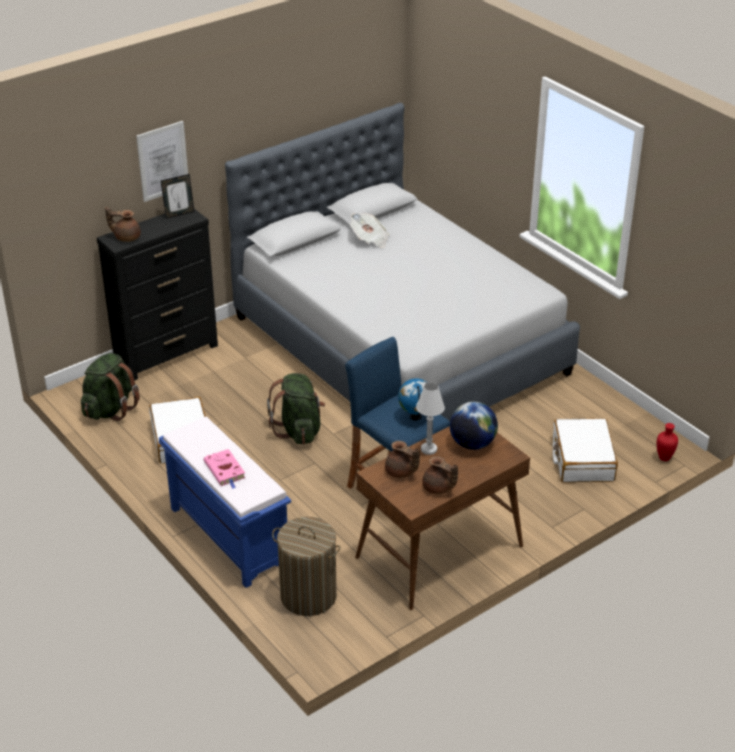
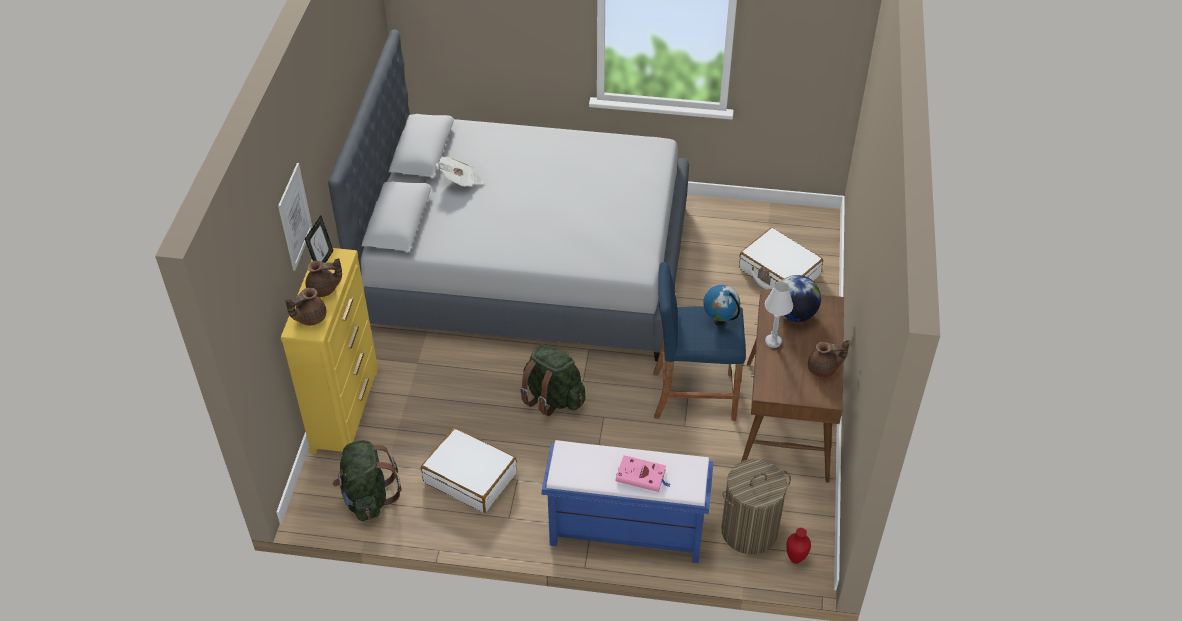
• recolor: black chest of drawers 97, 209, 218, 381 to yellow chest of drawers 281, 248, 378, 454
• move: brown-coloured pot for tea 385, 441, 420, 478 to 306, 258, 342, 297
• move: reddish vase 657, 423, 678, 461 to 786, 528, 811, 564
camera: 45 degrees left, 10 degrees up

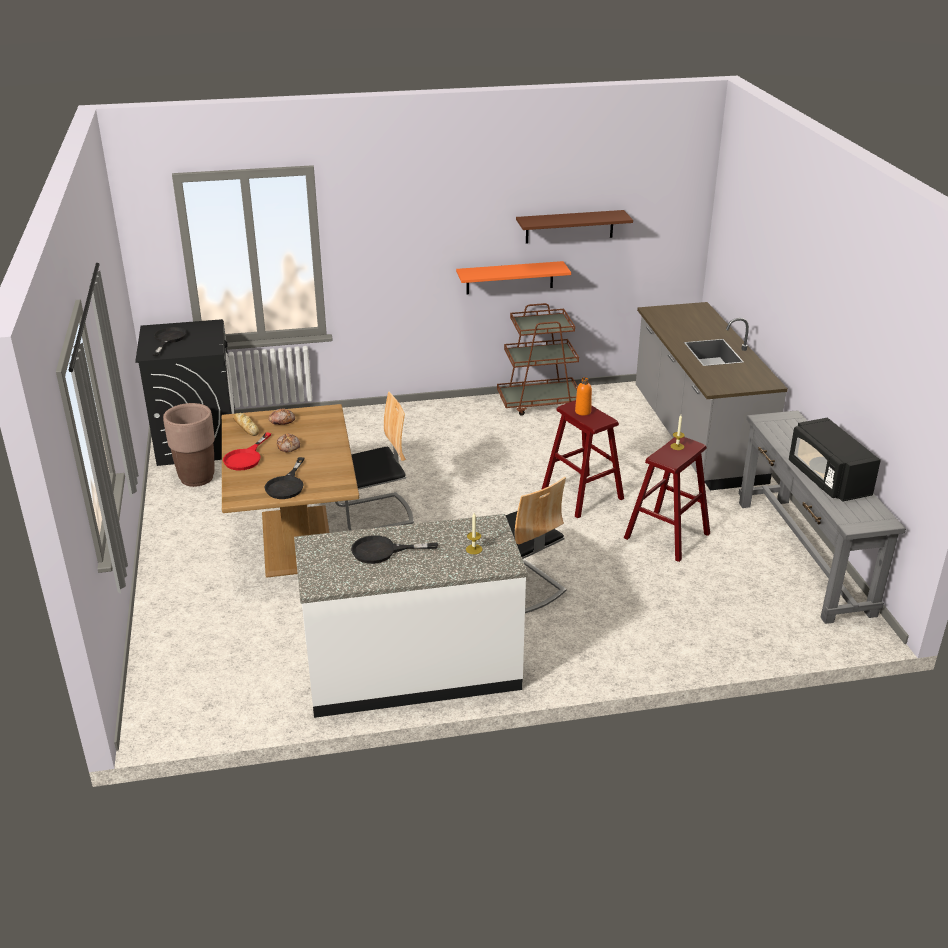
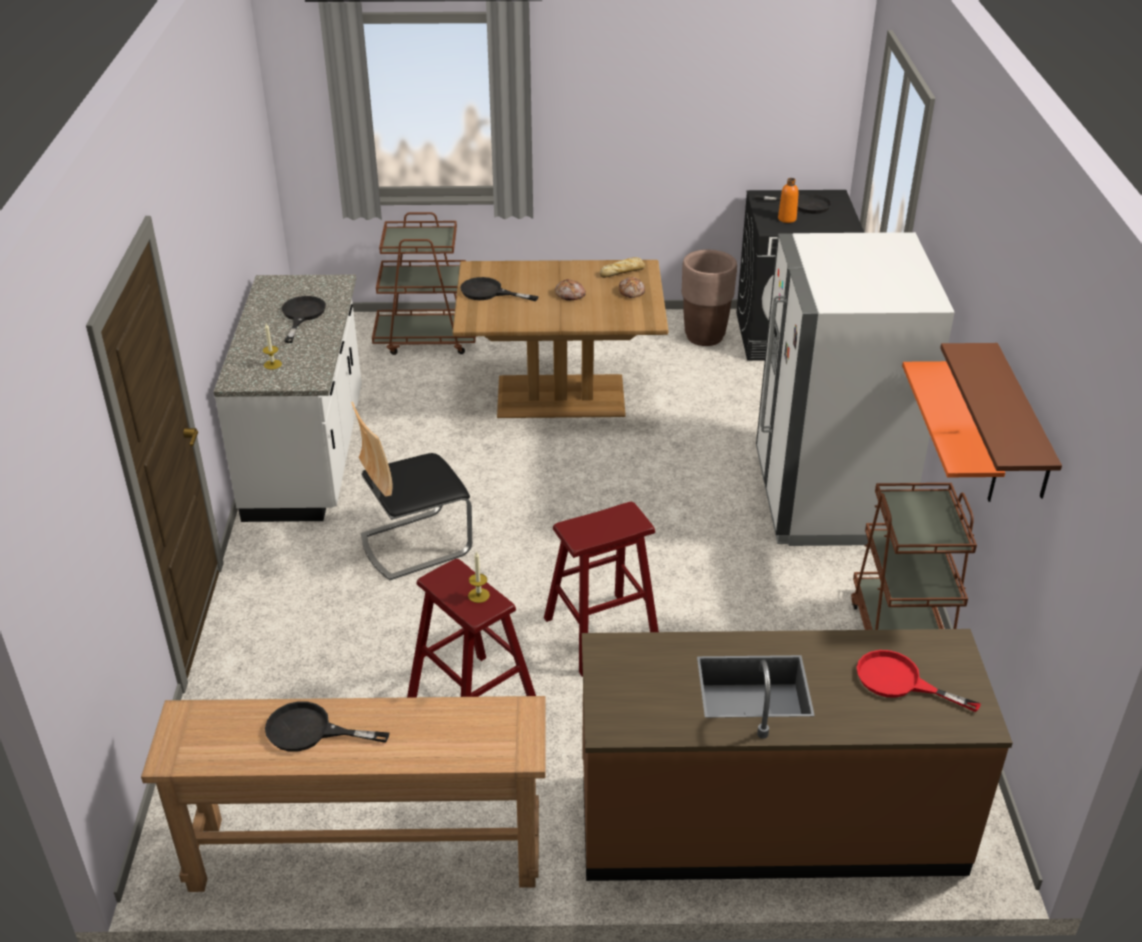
• recolor: greyish narrow table 739, 410, 906, 624 to brown-coloured narrow table 141, 696, 546, 892
• replace: black kitchen microwave 789, 418, 881, 502 to black skillet 265, 701, 389, 752
• insert: brown-coloured wheeled cart 372, 212, 476, 355
• recolor: greyish counter 636, 302, 788, 490 to brown-coloured counter 582, 629, 1013, 881
• insert: white-coloured refrigerator 756, 232, 955, 546
• move: orange beverage bottle 575, 377, 592, 416 to 778, 178, 799, 223
• move: reddish skillet 223, 432, 271, 471 to 857, 650, 981, 712
• delete: chair 335, 392, 414, 531
camera: 100 degrees right, 5 degrees up

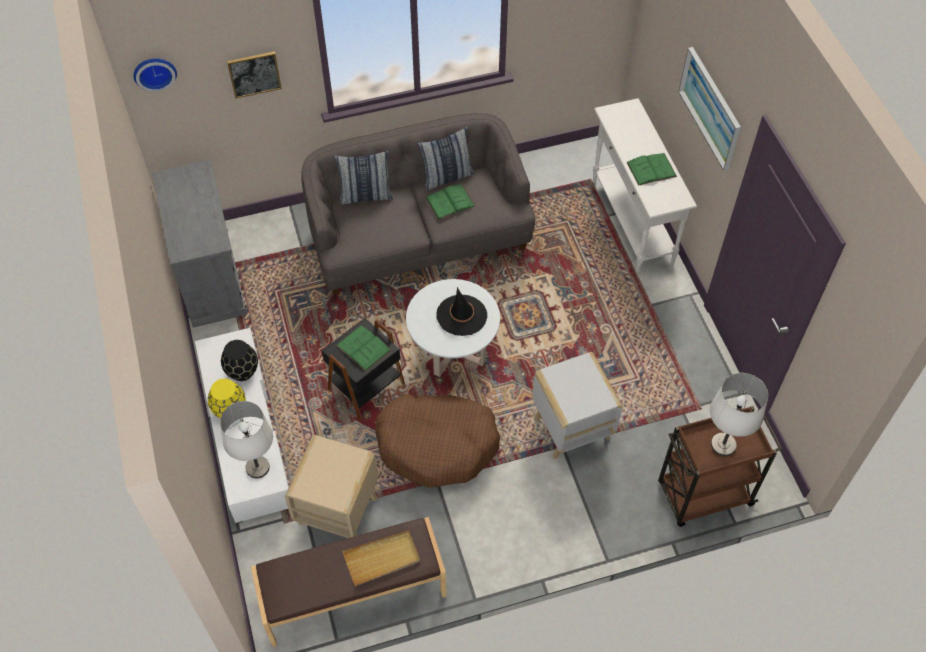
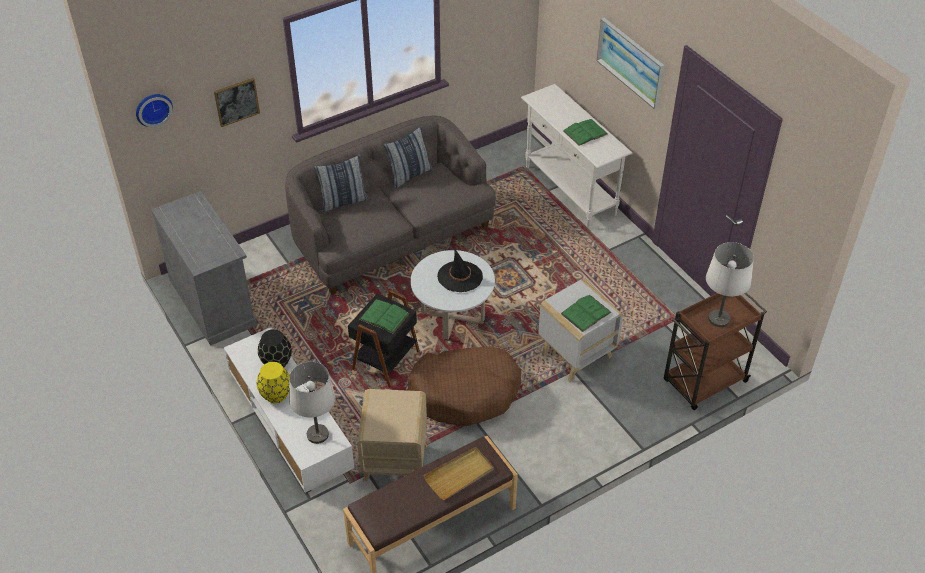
• move: green volume 426, 185, 475, 220 to 561, 295, 612, 332
camera: 15 degrees left, 10 degrees down

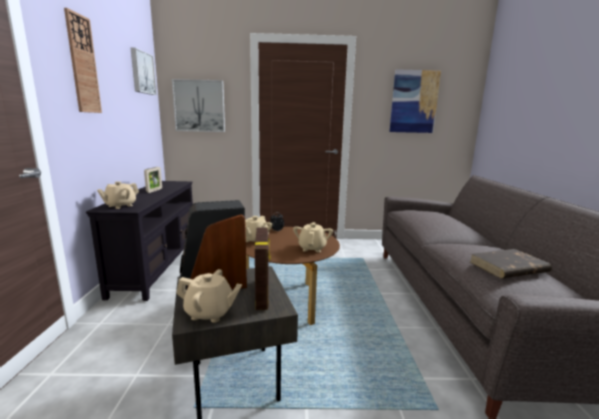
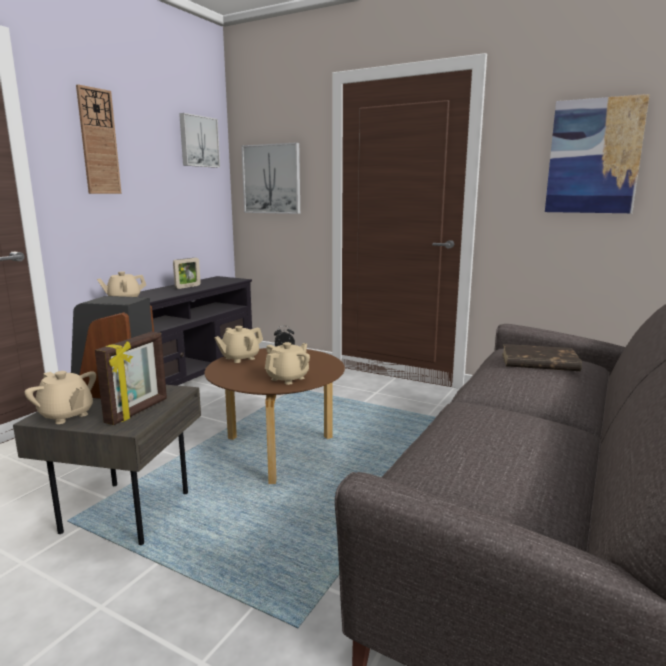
• move: brown-coloured volume 470, 249, 552, 279 to 502, 344, 582, 371
camera: 30 degrees right, 0 degrees up

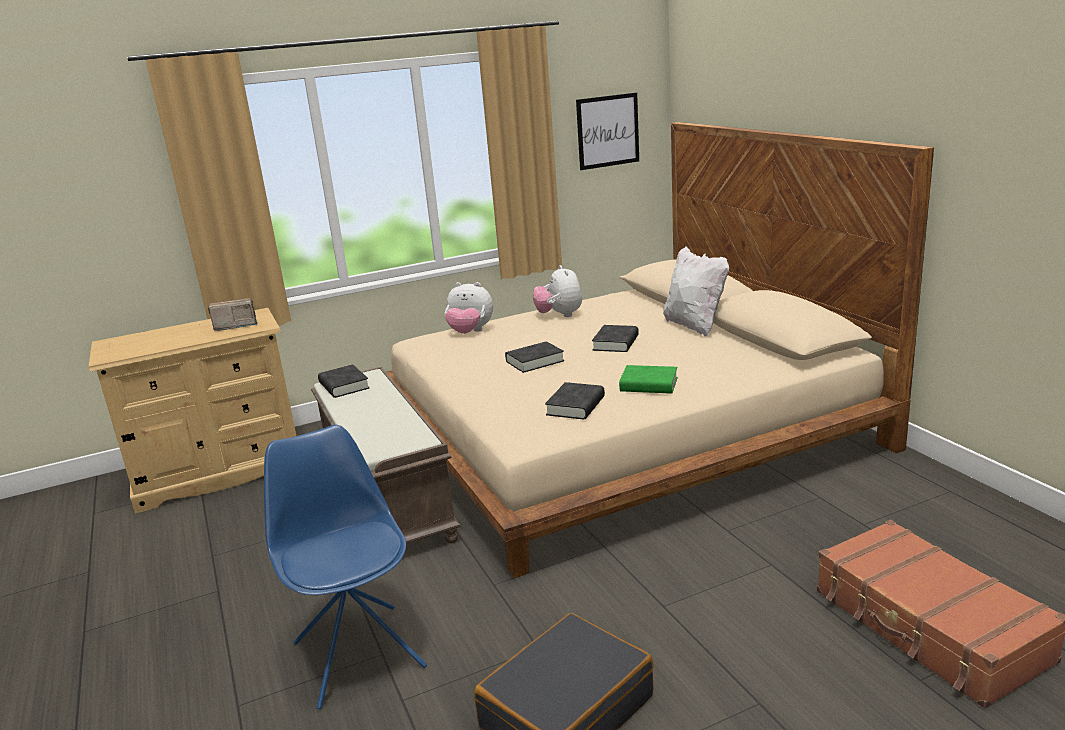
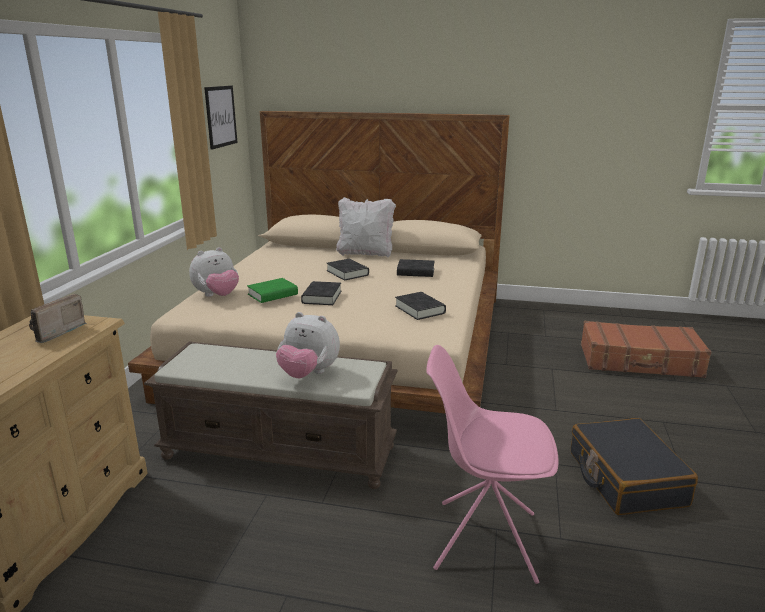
• move: green volume 619, 365, 678, 394 to 247, 278, 298, 303
• move: cuddly toy 533, 265, 582, 317 to 276, 312, 340, 378
• move: black volume 318, 364, 369, 398 to 397, 259, 435, 277
• recolor: bluish chair 264, 425, 427, 709 to pink chair 426, 345, 559, 584
camera: 55 degrees left, 0 degrees up

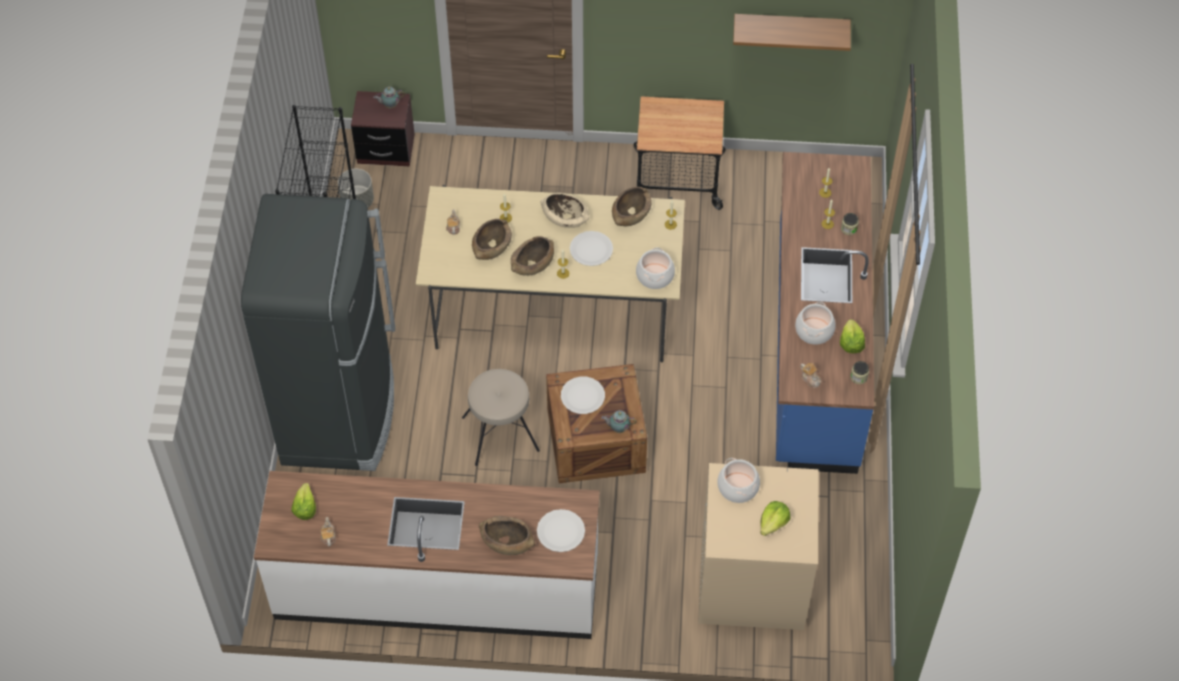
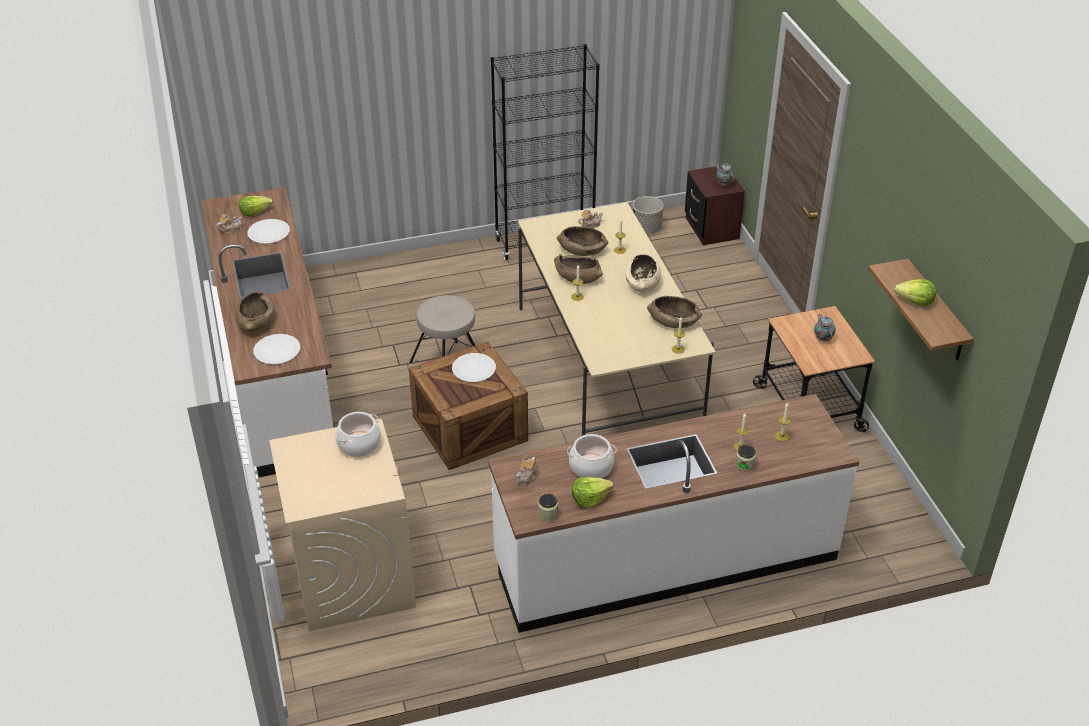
• move: white-coloured dinner plate 570, 231, 613, 266 to 247, 219, 290, 244
• recolor: bluish counter 776, 152, 874, 474 to white-coloured counter 488, 394, 860, 633
• move: pot for tea 601, 410, 637, 433 to 814, 314, 836, 341
• move: lettuce head 760, 501, 791, 536 to 894, 279, 936, 306
• delete: black refrigerator 241, 194, 395, 471
• delete: saucepot 636, 248, 675, 289
camera: 70 degrees right, 15 degrees down

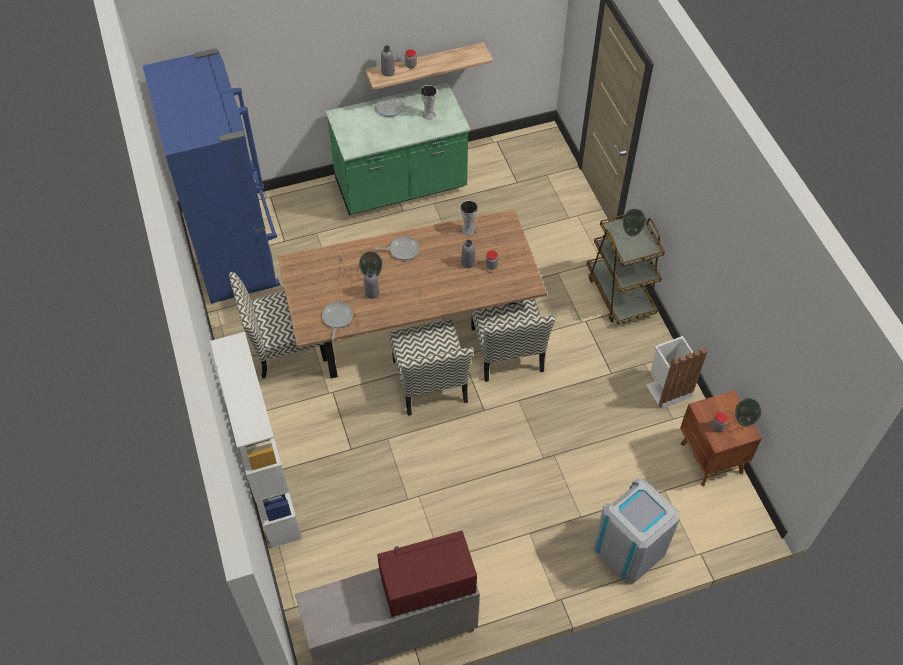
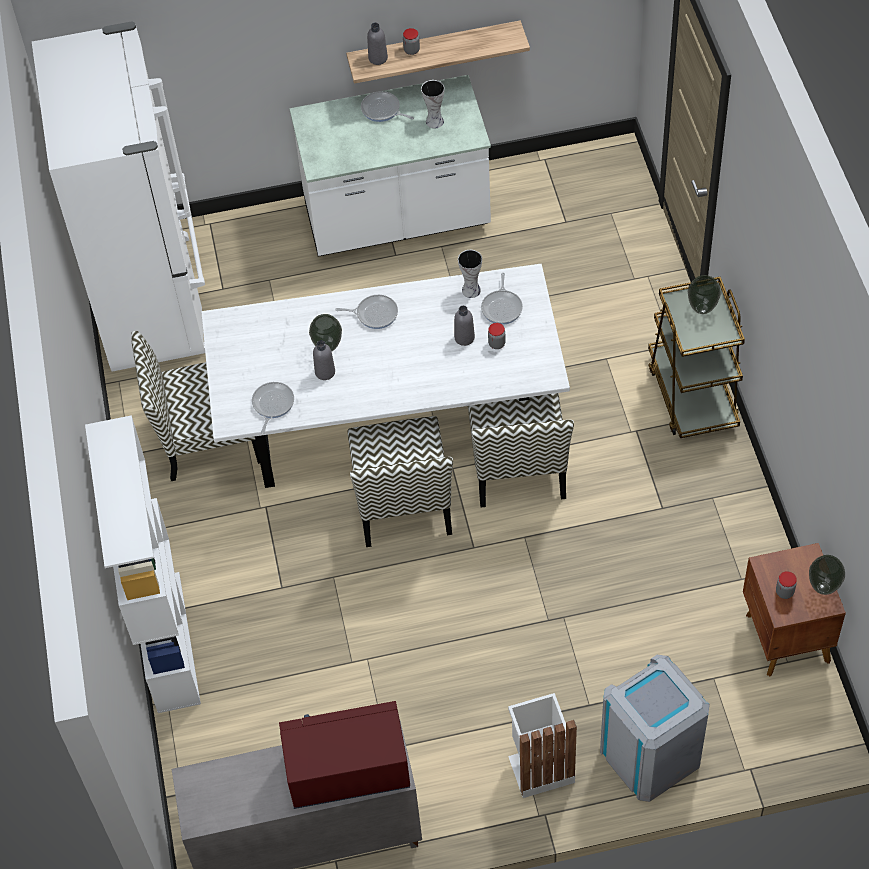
• recolor: bluish refrigerator 143, 48, 281, 304 to white-coloured refrigerator 32, 21, 205, 372
• recolor: brown-coloured dinner table 278, 209, 547, 378 to white-coloured dinner table 201, 264, 570, 488
• recolor: green counter 326, 83, 470, 215 to white-coloured counter 289, 75, 491, 257
• insert: skillet 481, 273, 523, 325
• move: white-coloured rubbish bin 646, 336, 707, 409 to 508, 693, 577, 798
camera: 10 degrees right, 0 degrees up

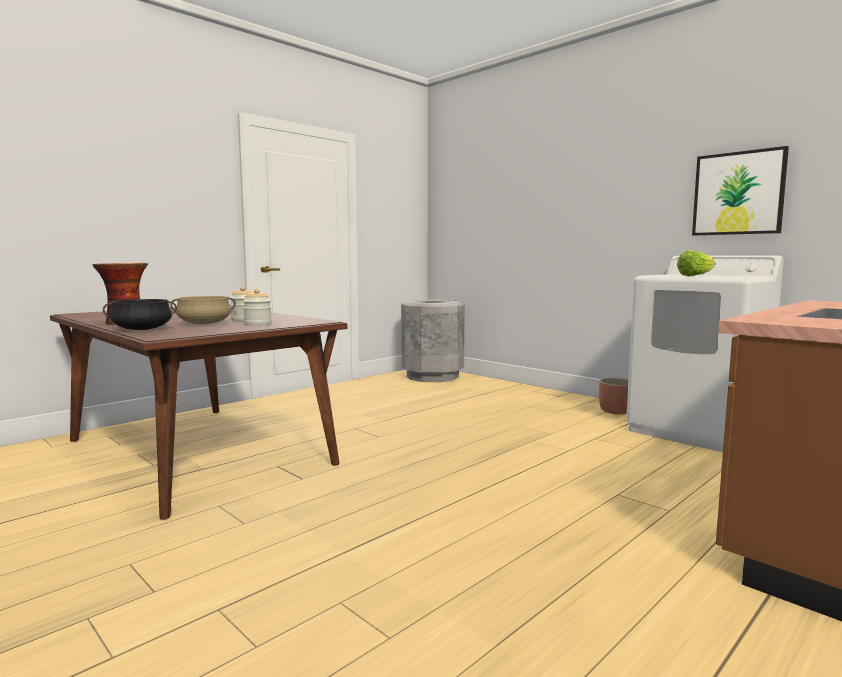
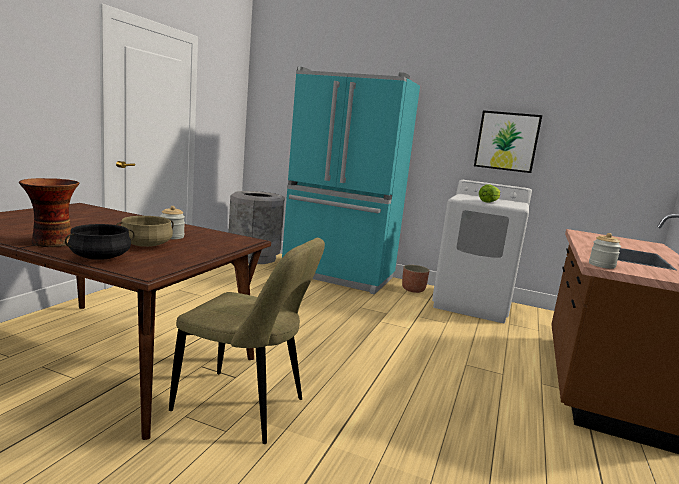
• insert: sand-coloured chair 169, 238, 325, 444
• insert: turquoise-coloured refrigerator 282, 66, 420, 295
• move: storage jar 243, 289, 272, 326 to 589, 233, 621, 269
camera: 25 degrees left, 5 degrees up

